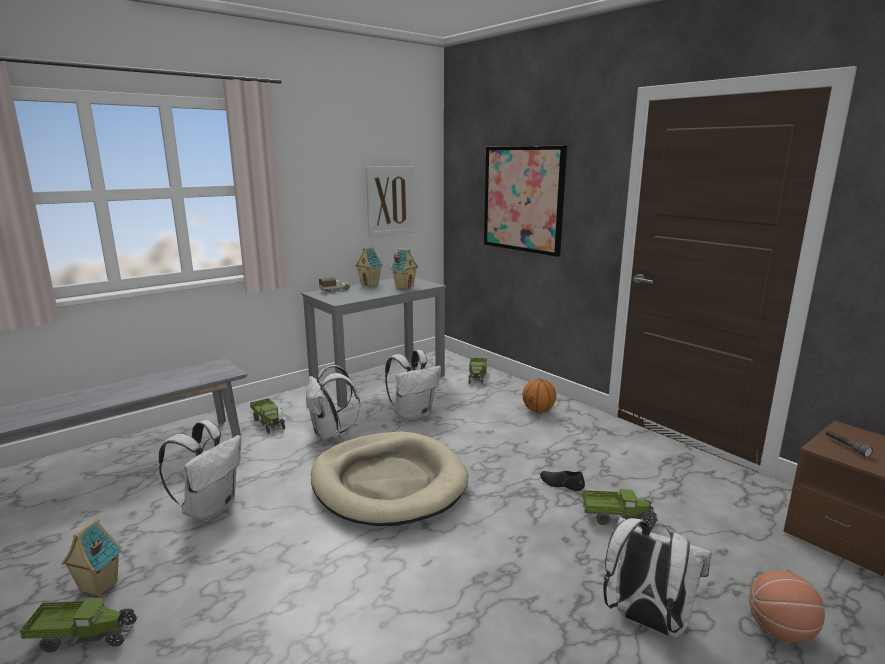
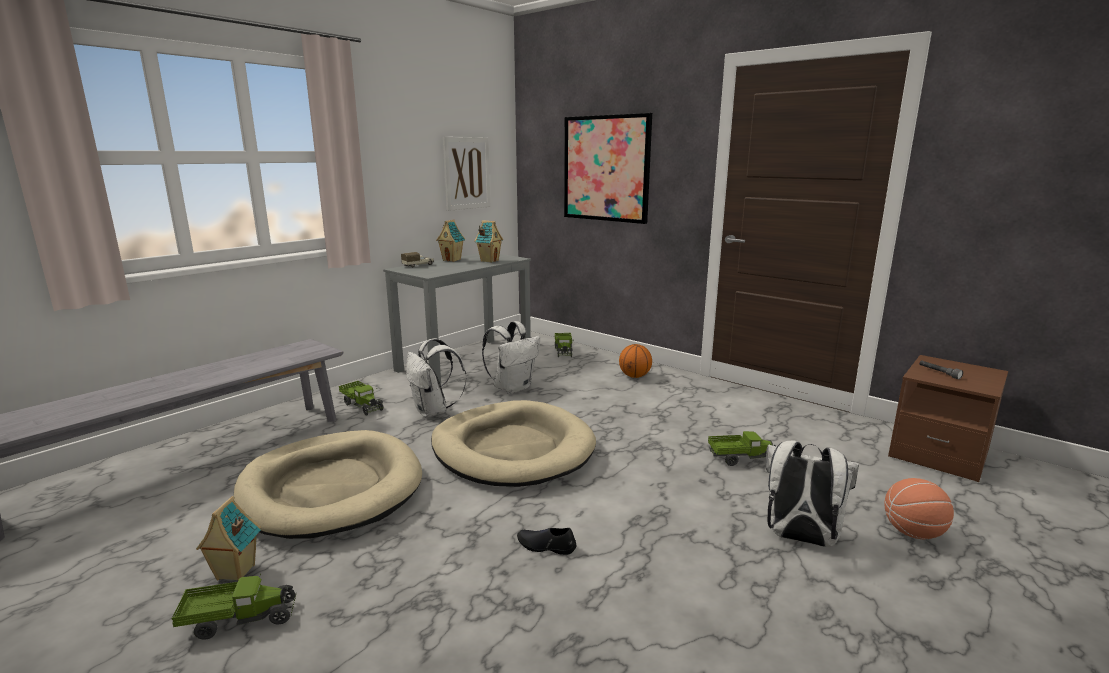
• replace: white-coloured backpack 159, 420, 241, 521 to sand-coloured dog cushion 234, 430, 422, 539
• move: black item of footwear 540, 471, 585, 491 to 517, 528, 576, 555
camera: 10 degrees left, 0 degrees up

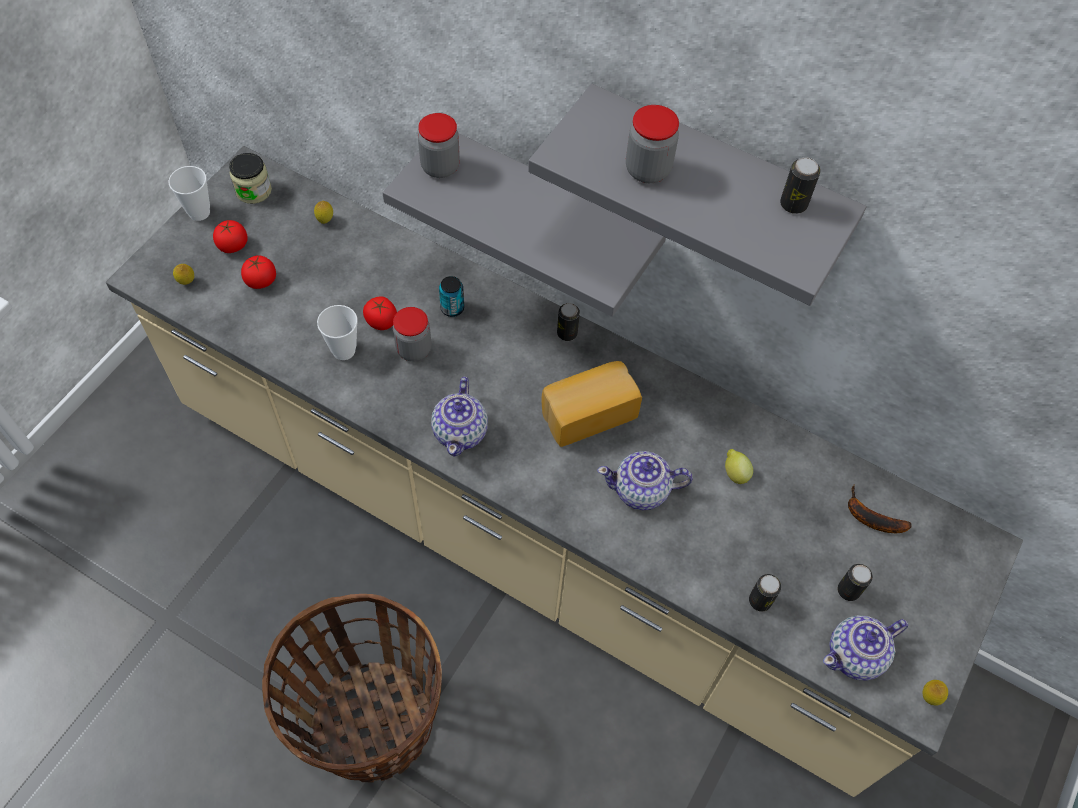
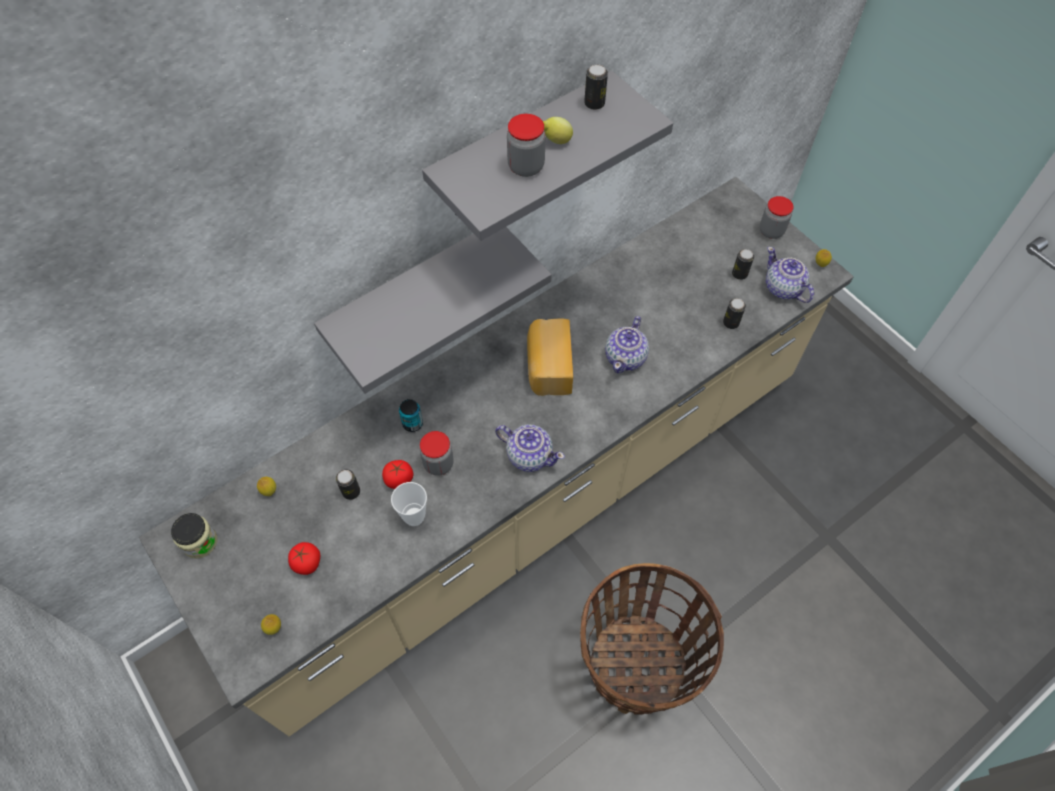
• move: can 557, 303, 580, 341 to 336, 469, 360, 500
• move: citrus fruit 725, 449, 753, 484 to 543, 117, 573, 144
• move: storage jar 418, 113, 460, 178 to 760, 196, 794, 239
• rotate: pot for tea 823, 615, 908, 681 = 766, 247, 814, 303 150 degrees clockwise
• delete: cup 169, 166, 210, 221
• delete: tomato 213, 220, 247, 253
• delete: whole banana 848, 485, 912, 533
camera: 65 degrees left, 0 degrees up

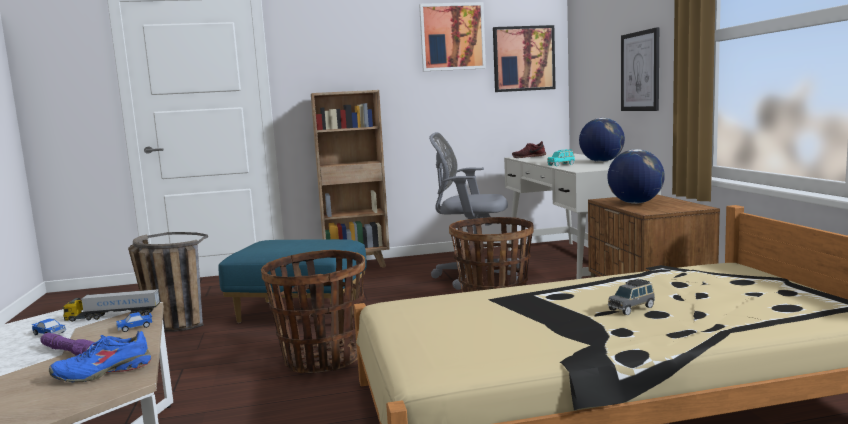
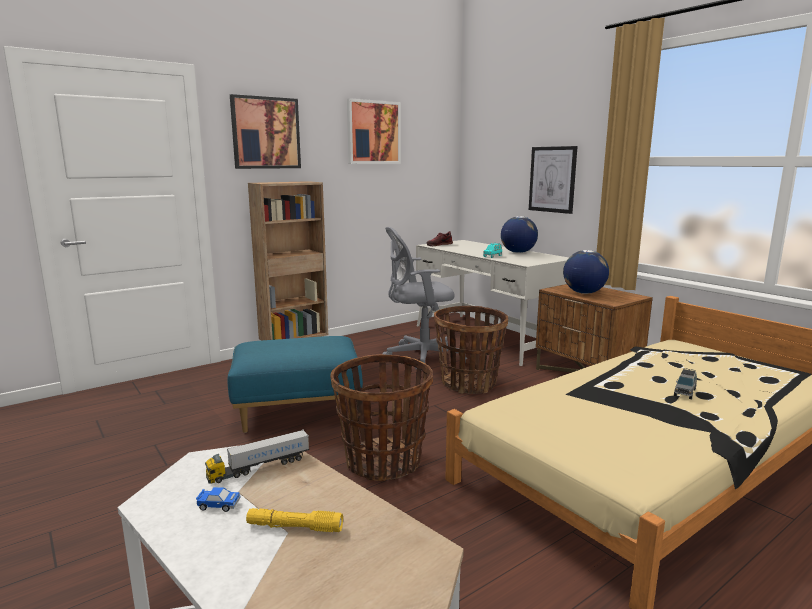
• move: wall art 493, 25, 556, 92 to 230, 94, 301, 169
• recolor: purple-coloured hand torch 41, 333, 96, 356 to yellow hand torch 246, 508, 343, 532
• delete: bluish item of footwear 49, 330, 151, 383
• delete: toy car 116, 312, 153, 332
• delete: household basket 128, 232, 208, 332
camera: 25 degrees left, 5 degrees up

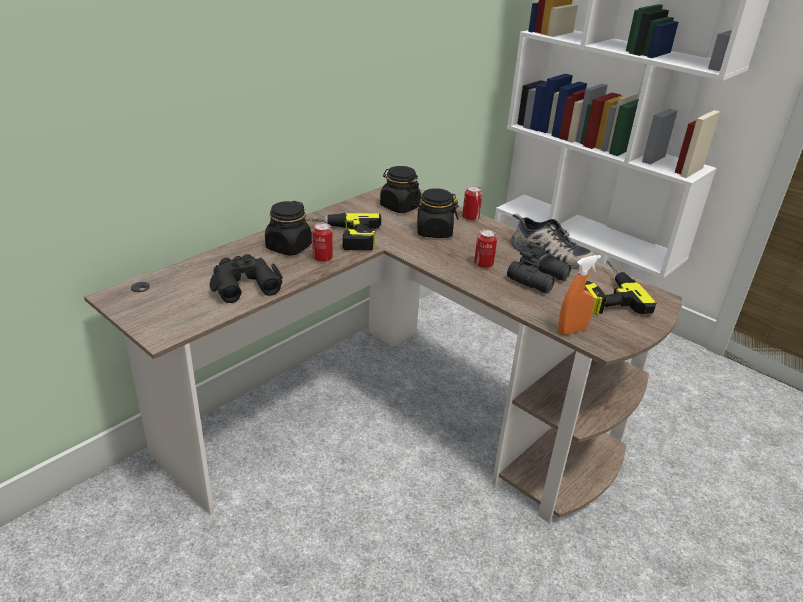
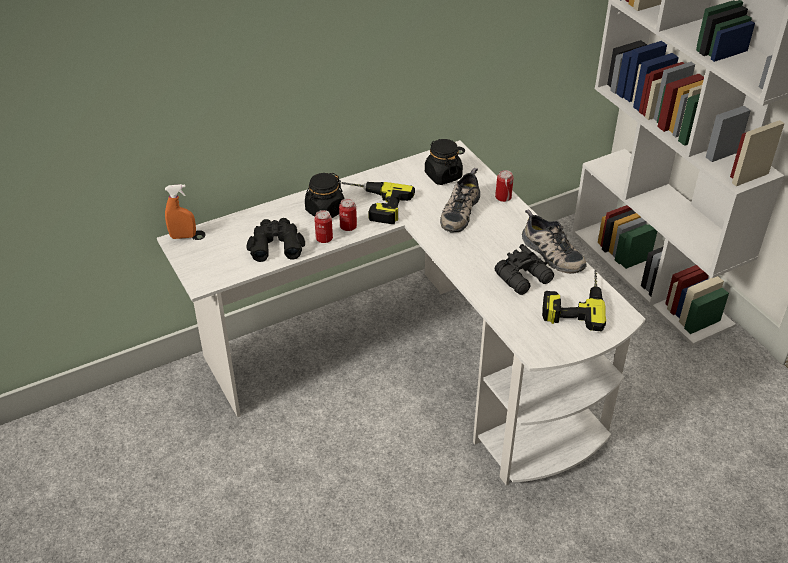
• recolor: brown-coloured desk table 84, 186, 682, 523 to white-coloured desk table 157, 140, 646, 485
• move: orange hand sprayer 558, 255, 601, 335 to 165, 184, 196, 239
• move: can 474, 229, 497, 268 to 314, 210, 333, 243
• replace: black storage jar 413, 188, 458, 238 to item of footwear 440, 168, 480, 232
camera: 20 degrees right, 10 degrees up

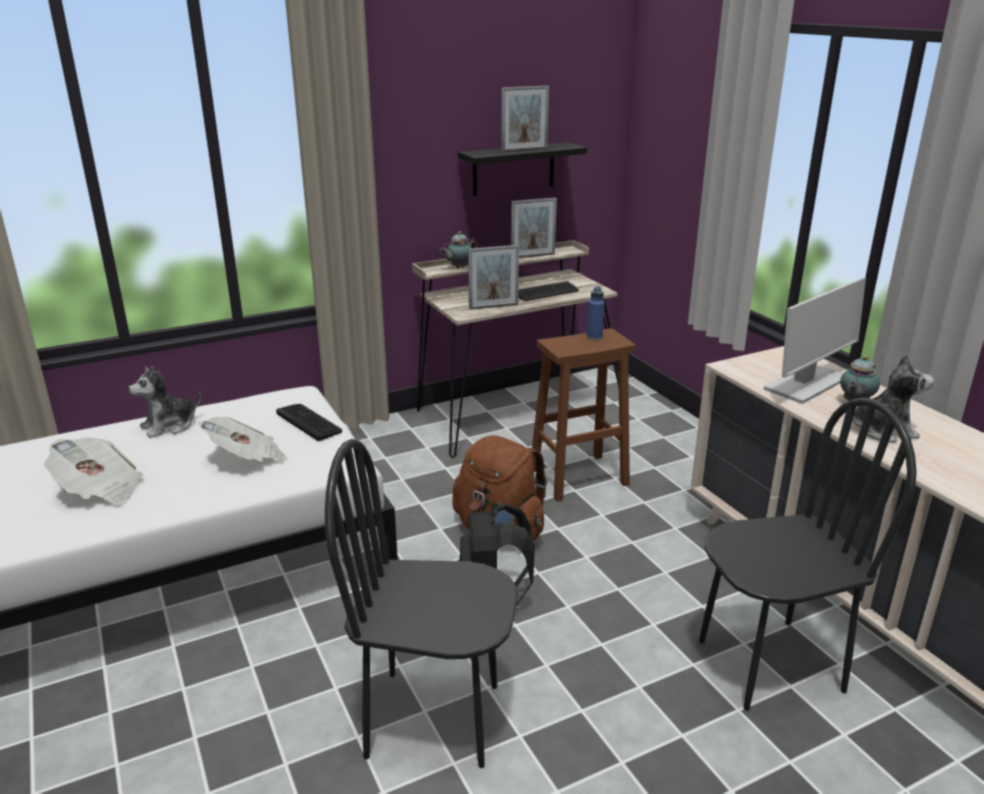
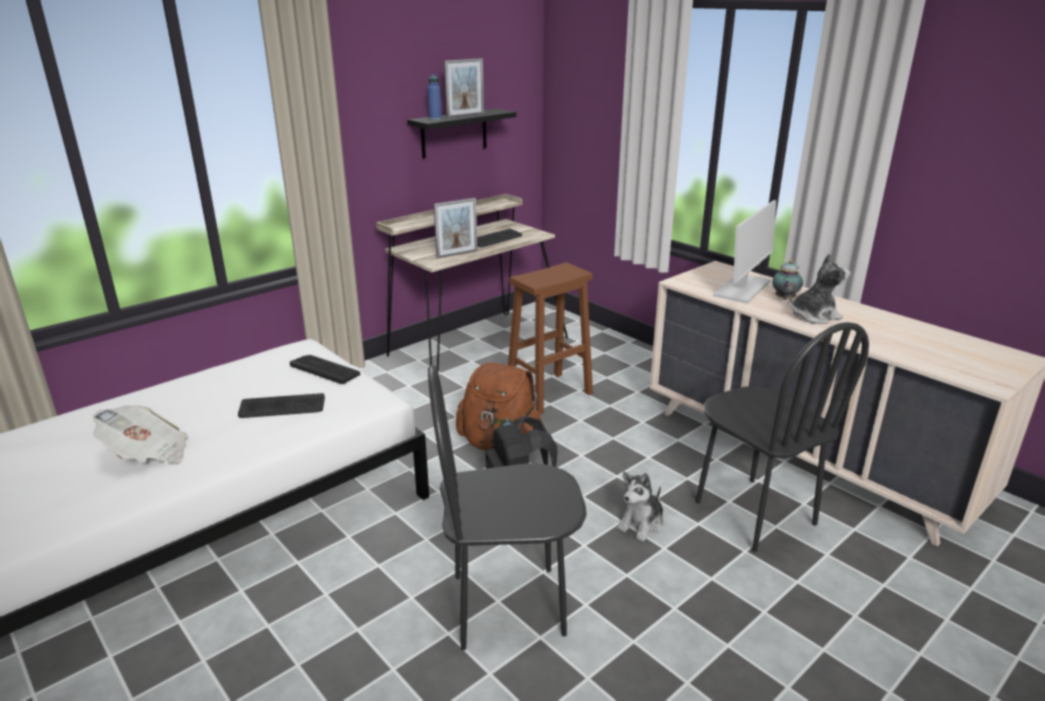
• replace: newspaper 198, 417, 288, 462 to computer keyboard 238, 393, 325, 418
• move: bluish beverage bottle 587, 286, 605, 340 to 428, 74, 442, 120
• move: cuddly toy 128, 366, 201, 438 to 617, 472, 664, 541
• rotate: black chair 699, 398, 917, 711 = 696, 322, 869, 552 90 degrees clockwise
• delete: pot for tea 440, 231, 478, 268
• delete: picture frame 511, 198, 557, 258
camera: 15 degrees left, 0 degrees up

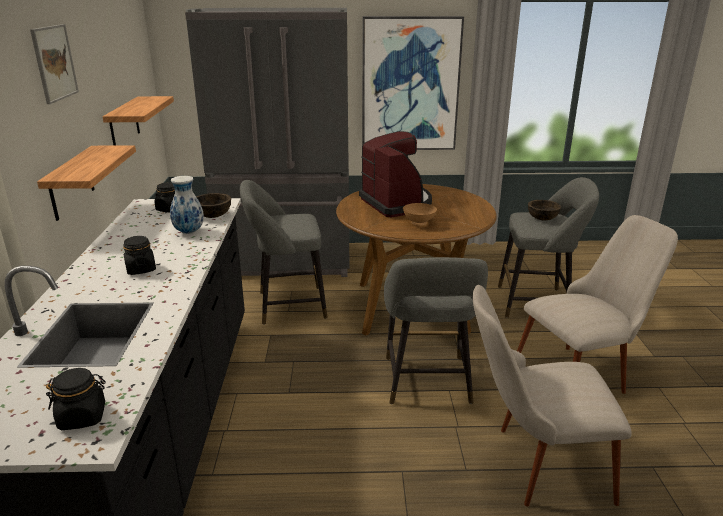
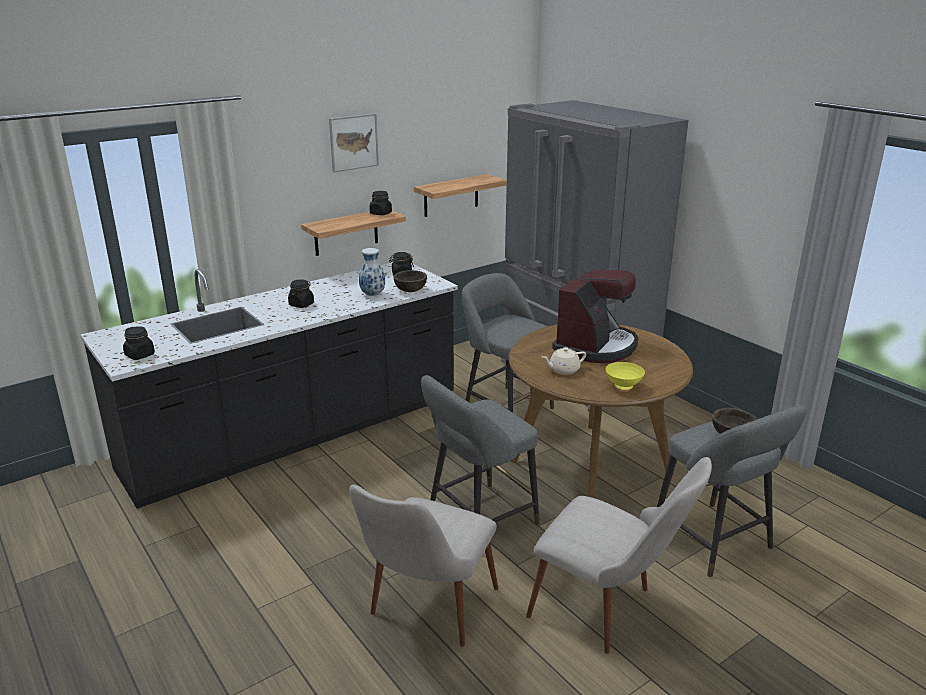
• rotate: sand-coloured chair 473, 285, 632, 506 = 349, 485, 498, 647 120 degrees counterclockwise
• insert: black storage jar 369, 191, 392, 215
• replace: brown-coloured bowl 403, 203, 437, 226 to sand-coloured pot for tea 542, 347, 586, 375
• insert: yellow bowl 605, 362, 645, 390
• delete: wall art 362, 16, 464, 150
camera: 55 degrees right, 0 degrees up

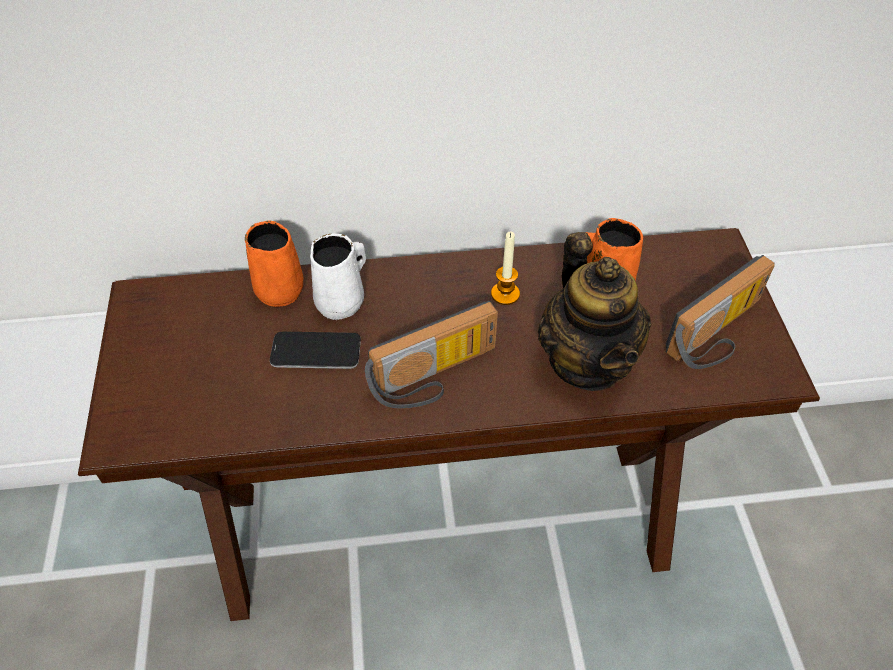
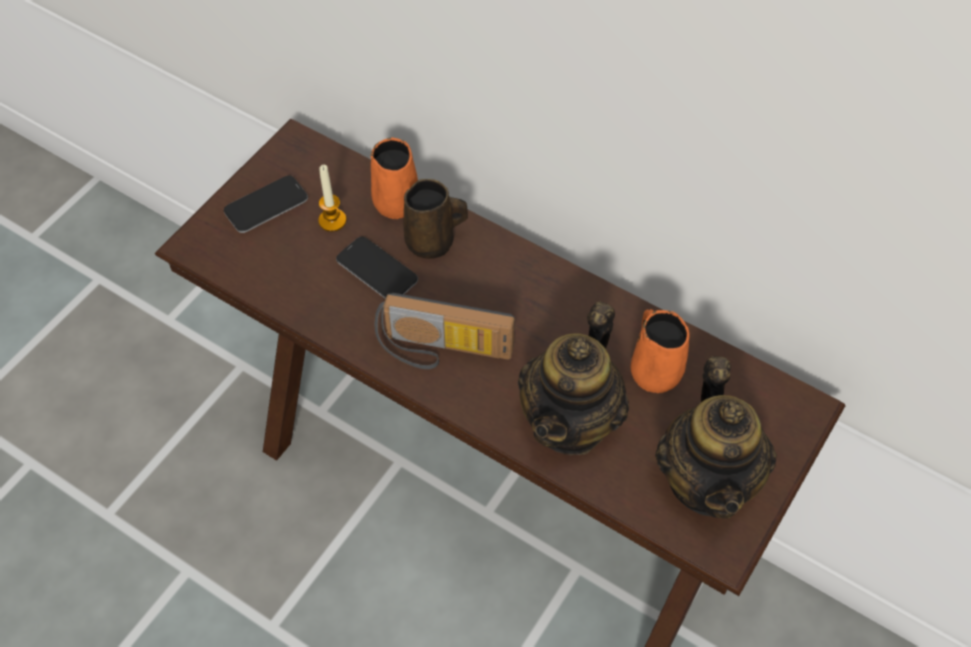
• insert: phone 224, 175, 308, 233
• move: candle 491, 232, 520, 305 to 318, 165, 346, 232
• recolor: white-coloured coffee mug 310, 234, 366, 320 to brown-coloured coffee mug 404, 179, 468, 259
• replace: radio set 665, 255, 775, 369 to pot for tea 655, 357, 777, 518
camera: 40 degrees right, 5 degrees up

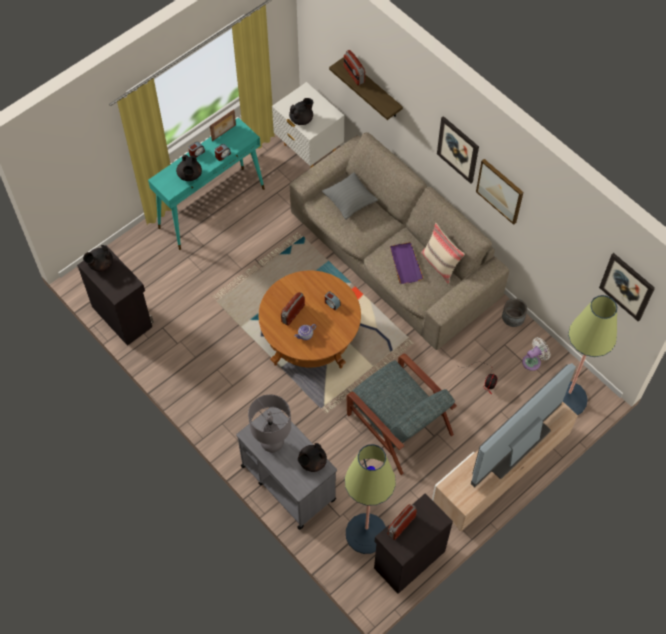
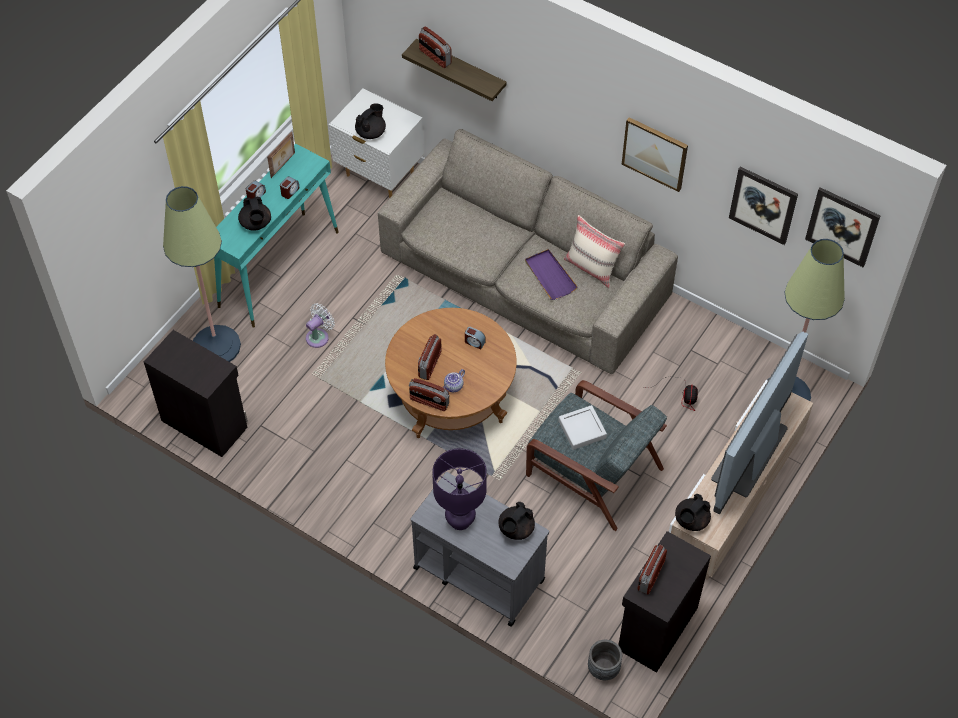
• move: standard lamp 345, 444, 396, 554 to 163, 186, 241, 362
• move: white-coloured cooling fan 522, 337, 551, 371 to 306, 303, 335, 348
• insert: radio set 409, 378, 450, 411
• recolor: greyish tabletop lamp 248, 394, 291, 453 to purple-coloured tabletop lamp 432, 448, 487, 530
• insert: greyish carrying tray 558, 405, 607, 450
• move: greyish flower pot 502, 298, 527, 327 to 588, 640, 622, 680
• move: black pot for tea 83, 245, 113, 272 to 675, 494, 711, 531
• move: wall art 437, 116, 479, 184 to 729, 167, 798, 245
• delete: greyish throw pillow 322, 172, 378, 220
camera: 15 degrees left, 5 degrees down

